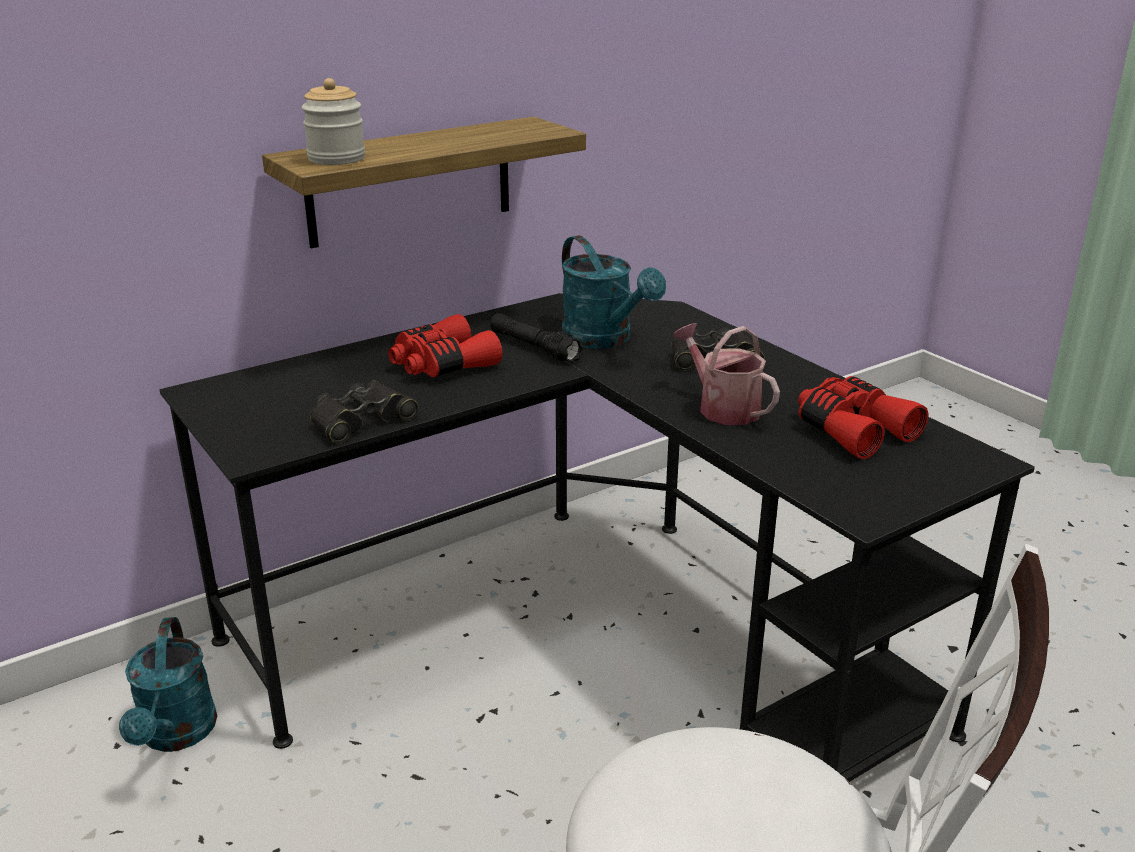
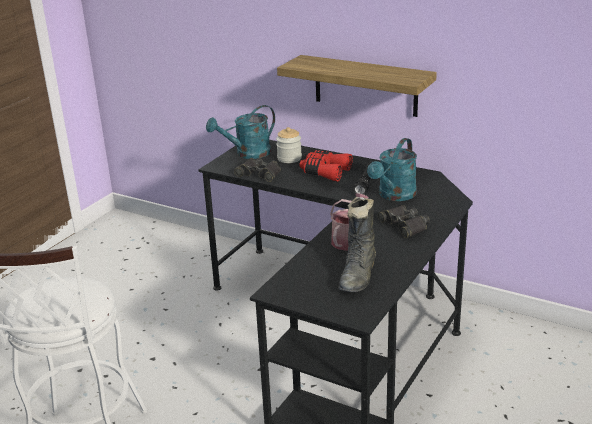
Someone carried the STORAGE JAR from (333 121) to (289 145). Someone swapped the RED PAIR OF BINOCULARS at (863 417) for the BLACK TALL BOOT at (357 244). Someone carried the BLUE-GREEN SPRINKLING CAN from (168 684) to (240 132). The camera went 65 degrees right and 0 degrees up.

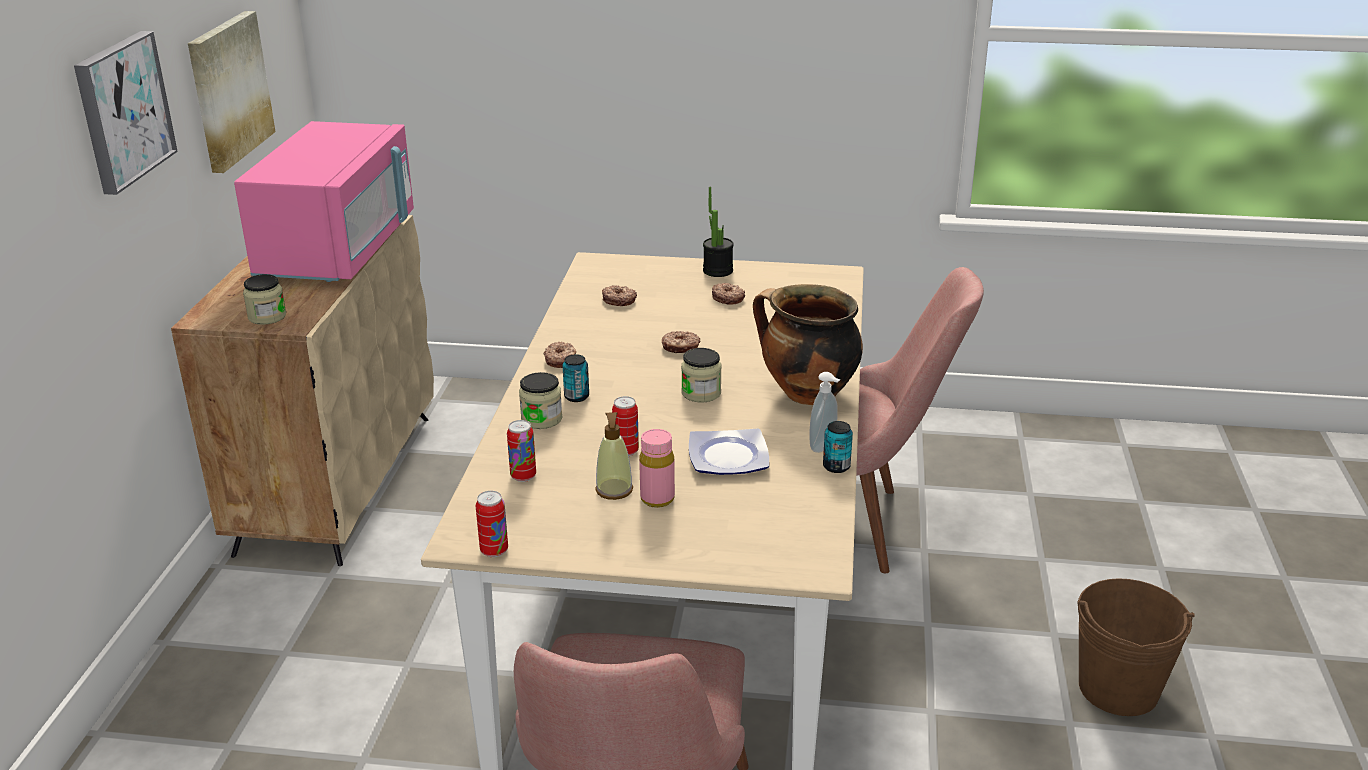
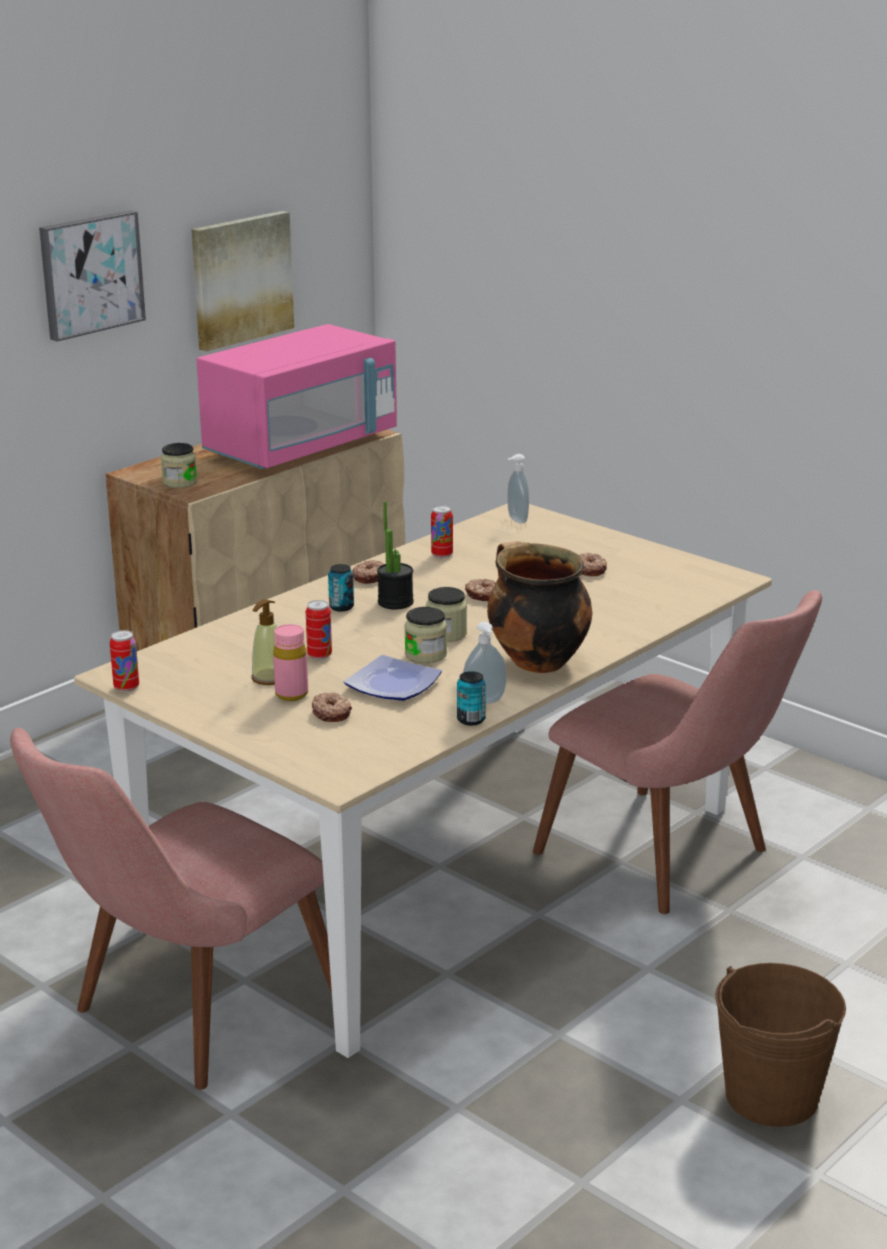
Someone carried the PLANT IN A POT from (718 232) to (395 555). Someone carried the DONUT from (619 295) to (332 707). Someone carried the STORAGE JAR from (540 400) to (425 635). Someone carried the CAN from (521 451) to (442 531). Someone put down the LIQUID SOAP BOTTLE at (518 489). The camera went 35 degrees right and 5 degrees down.

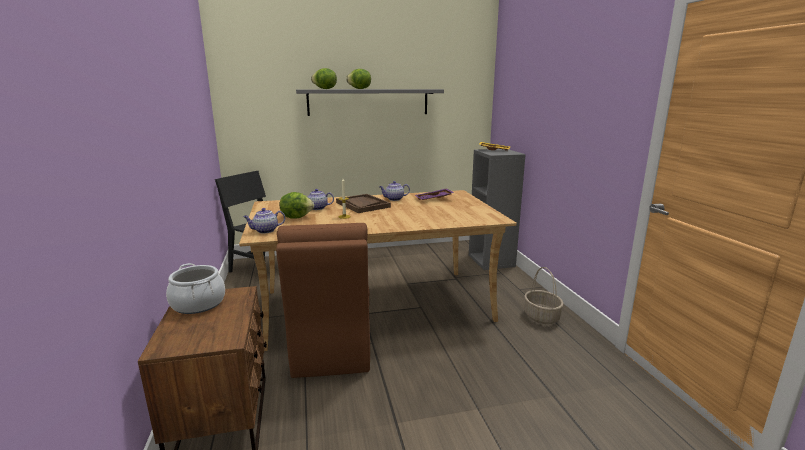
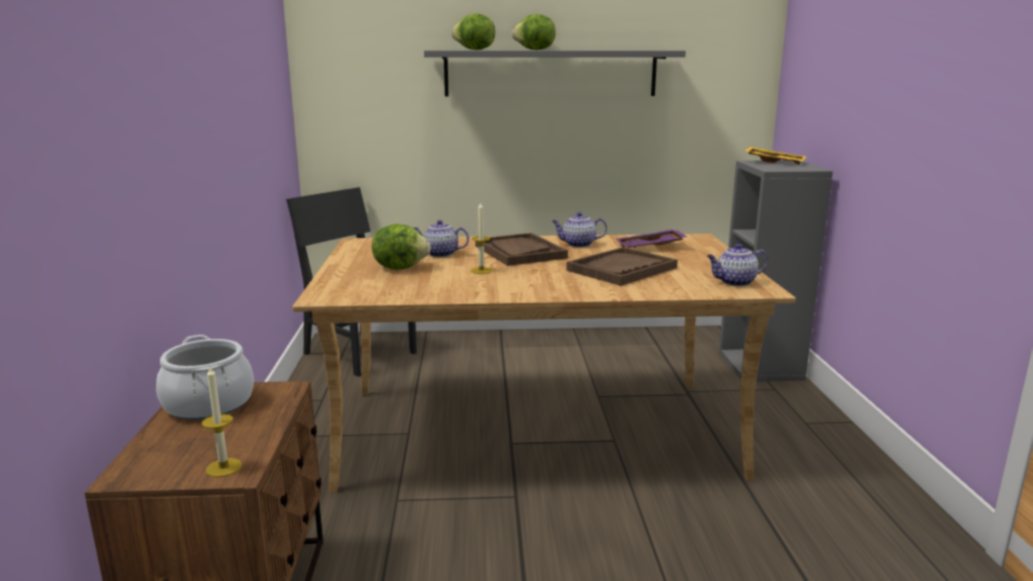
Someone carried the TEA POT from (264 221) to (737 265). Someone took away the BROWNISH PLAIN CHAIR at (323 300). Someone took away the STORAGE BASKET at (544 295). Someone put down the BROWNISH SERVING TRAY at (622 266). Someone put down the WAX CANDLE at (221 422). The camera went 10 degrees right and 0 degrees up.

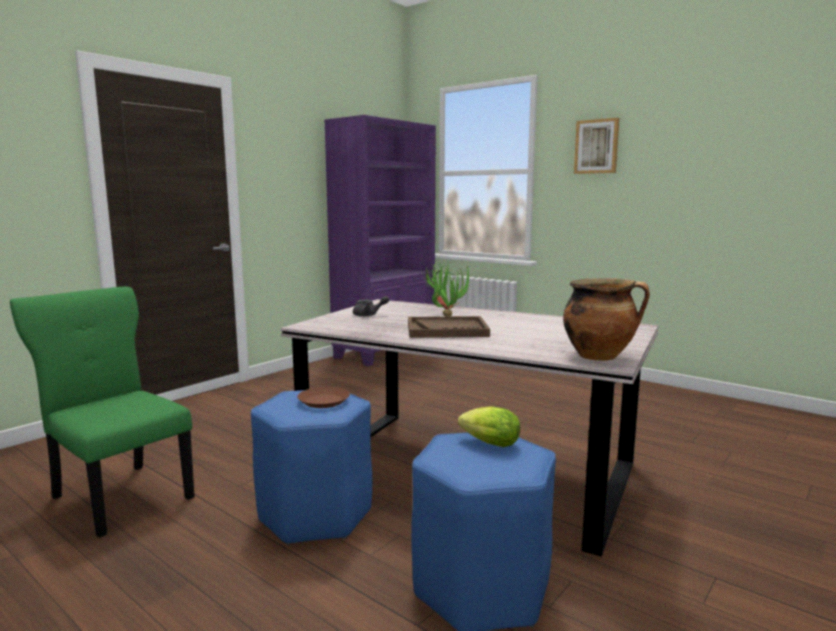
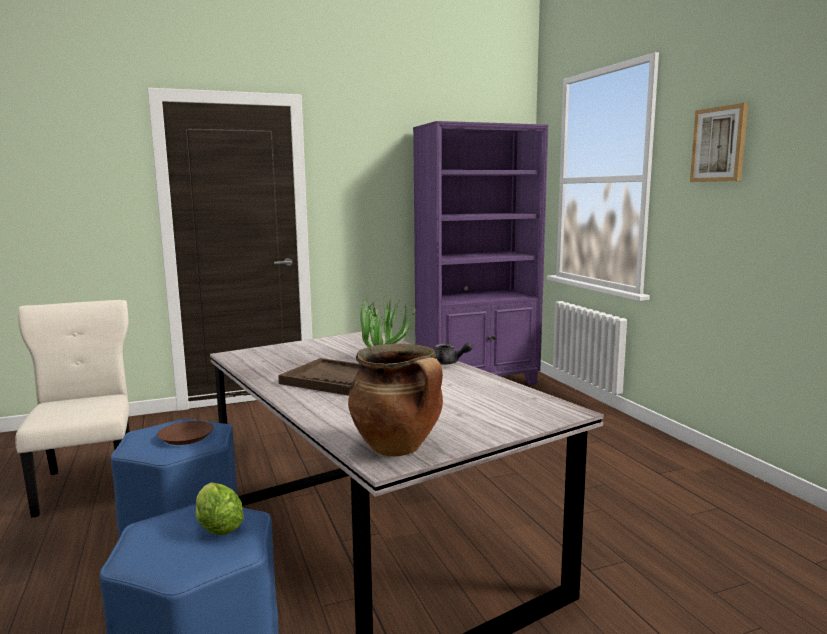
Someone repainted the GREENISH PLAIN CHAIR at (102 412), which became the BEIGE PLAIN CHAIR at (73 409). Someone carried the GREY TEA POT from (371 306) to (453 353). The camera went 30 degrees right and 0 degrees up.

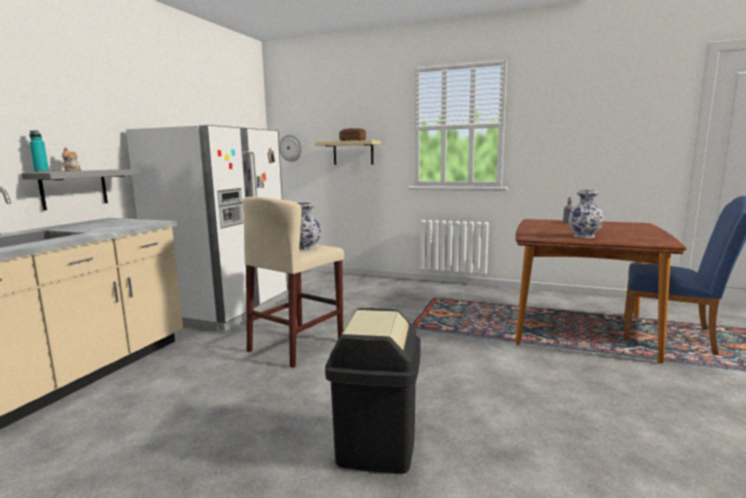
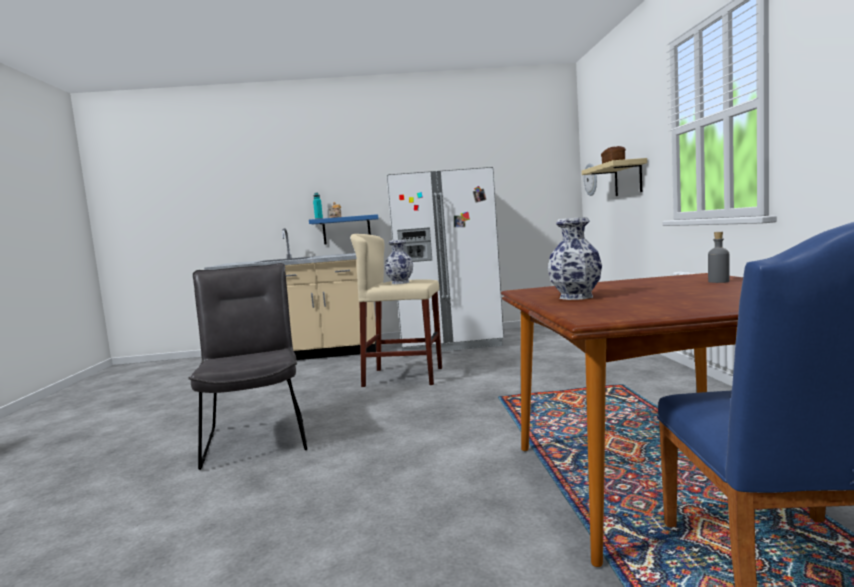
Someone repainted the GREY SHELF at (80 189), which became the BLUE-COLOURED SHELF at (344 229). Someone swapped the BLACK TRASH CAN at (373 391) for the GREY PLAIN CHAIR at (247 366). The camera went 65 degrees right and 5 degrees down.

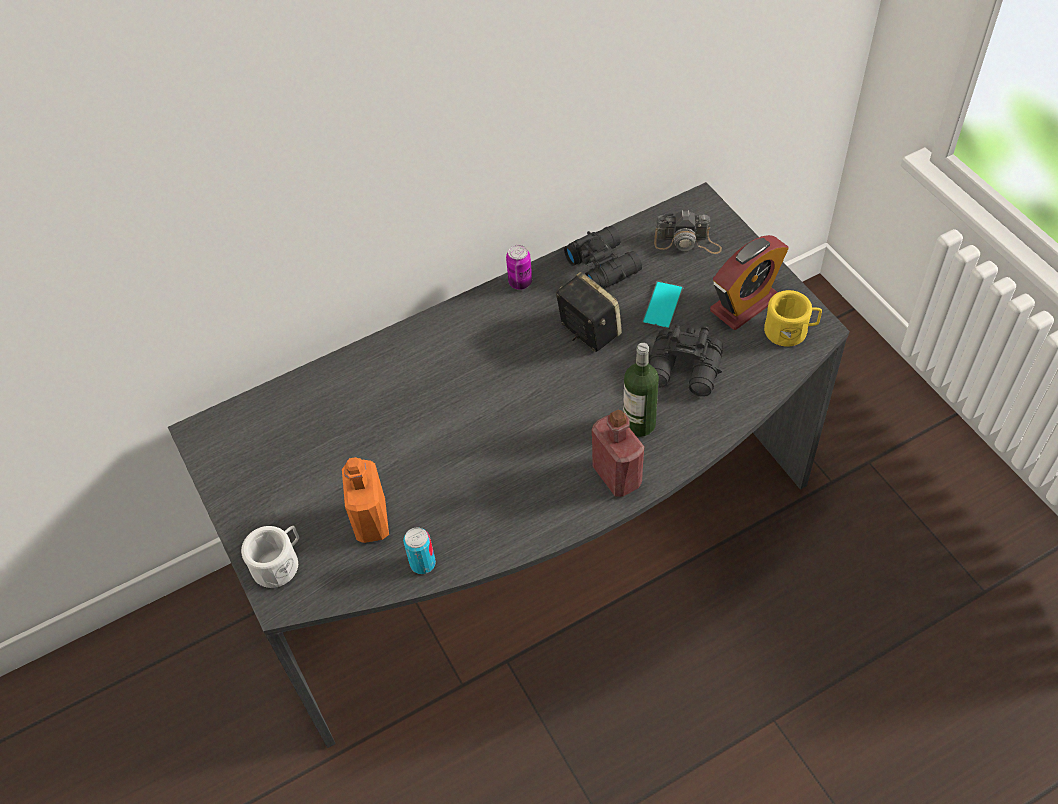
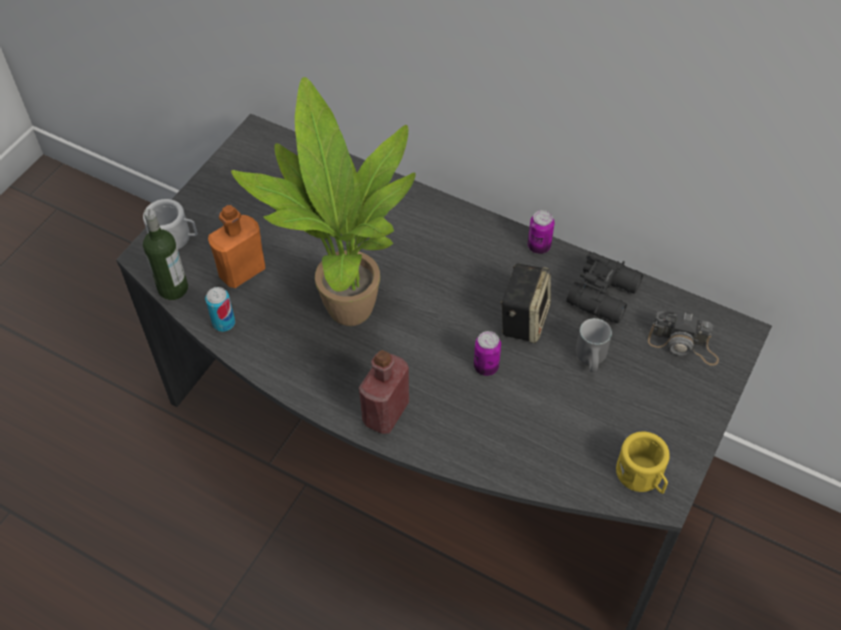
Someone rotated the STILL CAMERA at (688 232) by 45 degrees counterclockwise. Someone took away the TABLE CLOCK at (749 282). Someone swapped the TELEPHONE at (662 304) for the GREY MUG at (594 345). Someone took away the BLACK PAIR OF BINOCULARS at (686 360). Someone carried the BEVERAGE BOTTLE from (641 390) to (165 254). Someone put down the PLANT IN A POT at (323 201). Someone put down the CAN at (487 353). The camera went 55 degrees right and 0 degrees up.

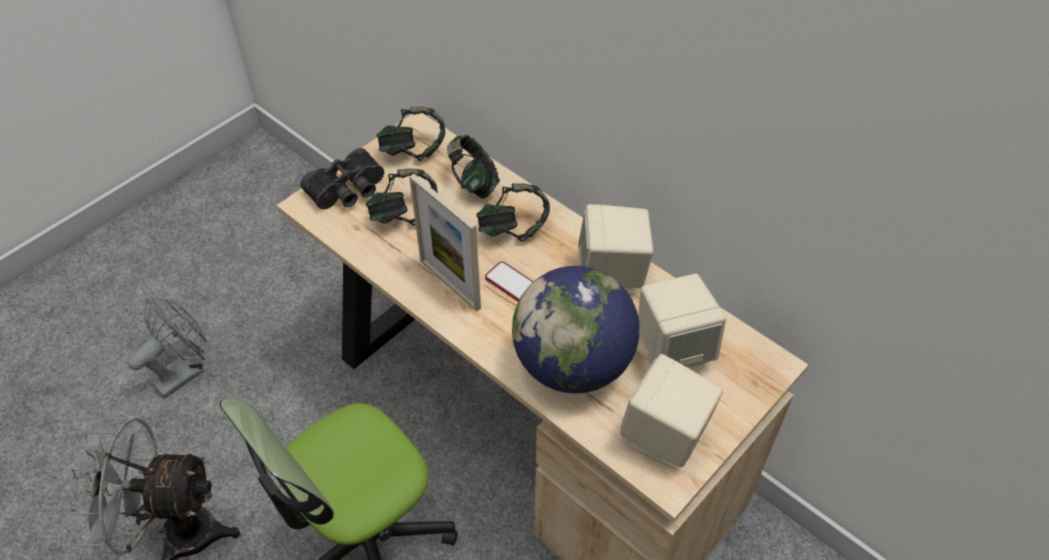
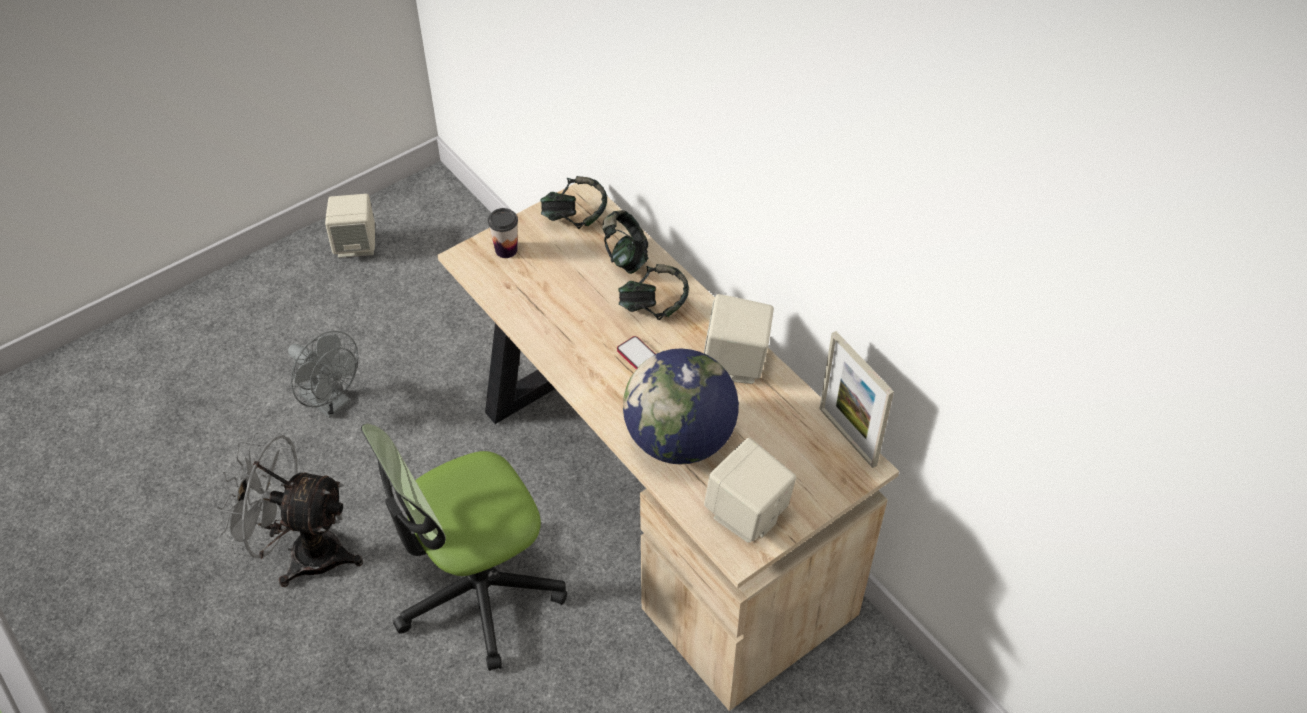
Someone swapped the BLACK PAIR OF BINOCULARS at (342 178) for the CUP at (503 233). Someone took away the HEADPHONES at (402 197). Someone carried the PHOTO FRAME from (445 243) to (857 399). Someone carried the BEIGE AUDIO SPEAKER from (682 321) to (350 226). Someone rotated the GREY COOLING FAN at (167 348) by 75 degrees clockwise. The camera went 10 degrees right and 0 degrees up.

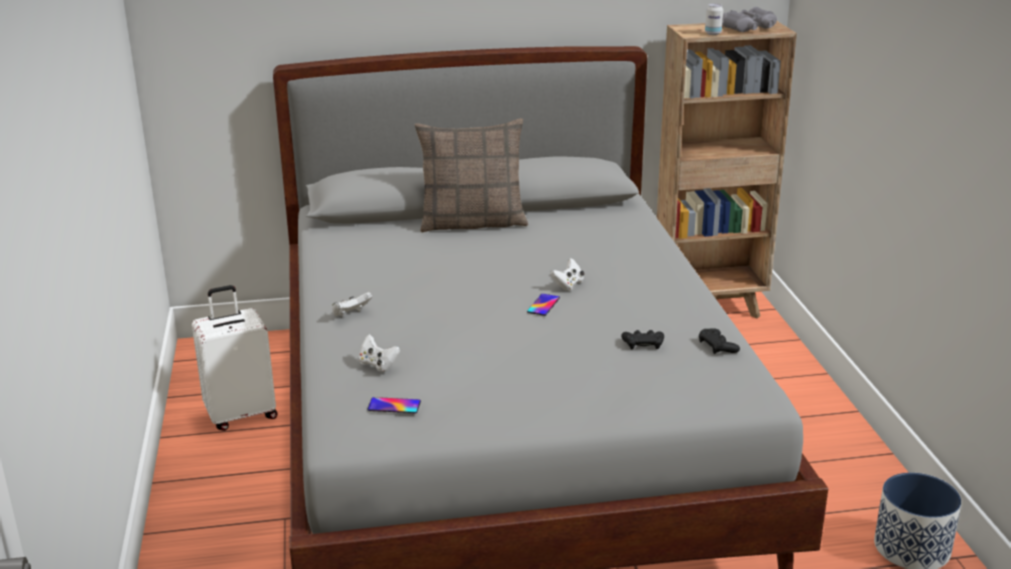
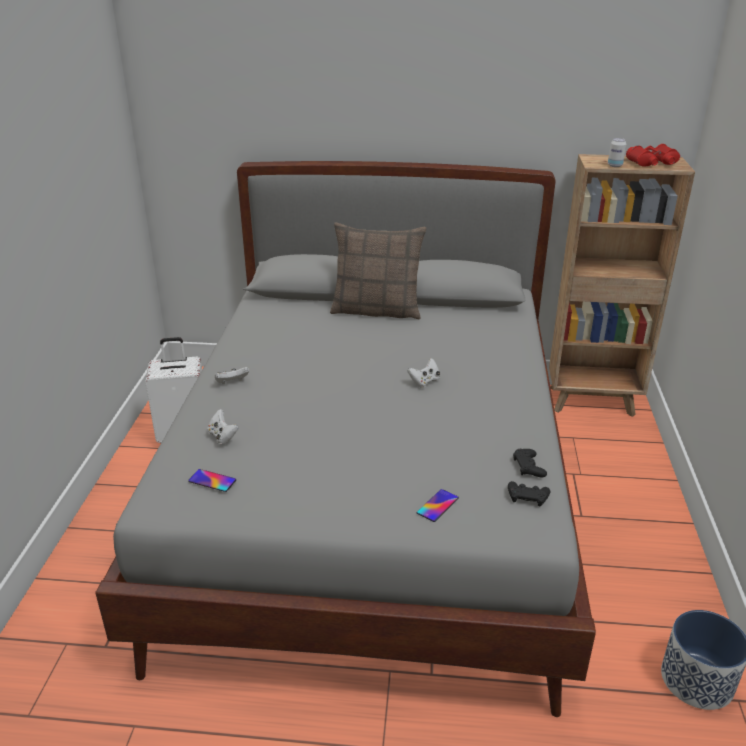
Someone repainted the GREY PAIR OF BINOCULARS at (749 19), which became the RED PAIR OF BINOCULARS at (653 155). Someone carried the TELEPHONE from (543 305) to (438 505). Someone carried the BLACK GAMEPAD from (642 339) to (529 494). The camera went 15 degrees right and 5 degrees up.

